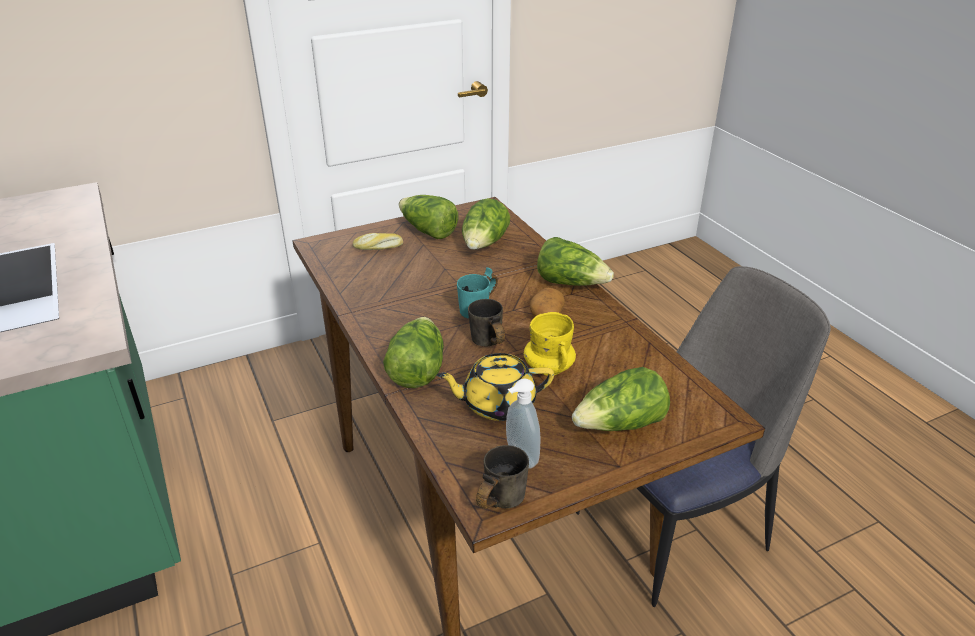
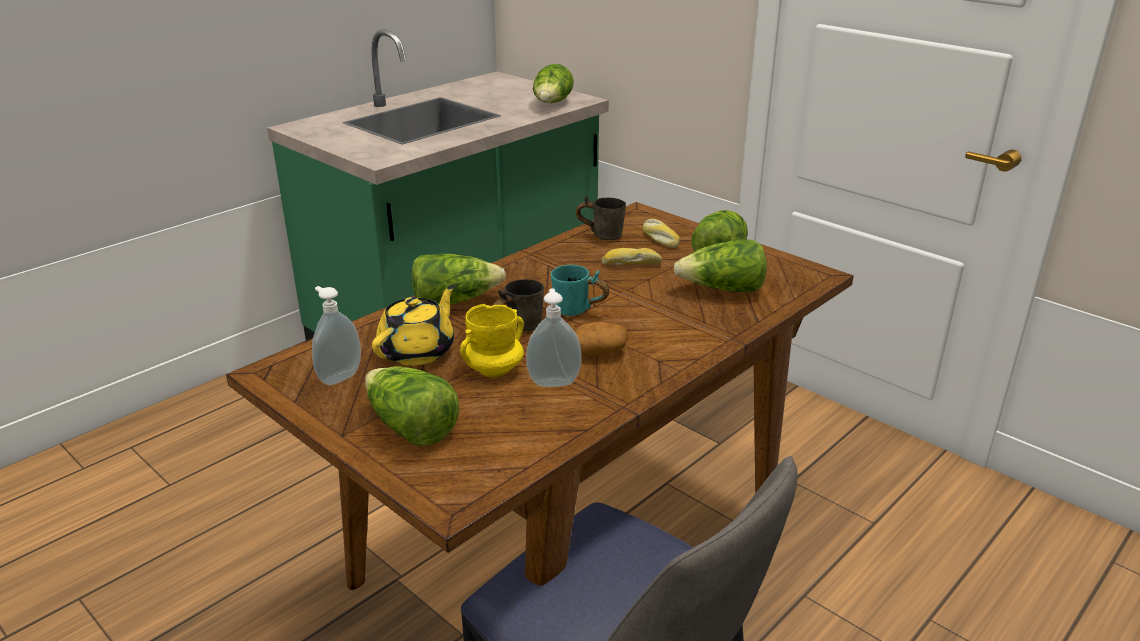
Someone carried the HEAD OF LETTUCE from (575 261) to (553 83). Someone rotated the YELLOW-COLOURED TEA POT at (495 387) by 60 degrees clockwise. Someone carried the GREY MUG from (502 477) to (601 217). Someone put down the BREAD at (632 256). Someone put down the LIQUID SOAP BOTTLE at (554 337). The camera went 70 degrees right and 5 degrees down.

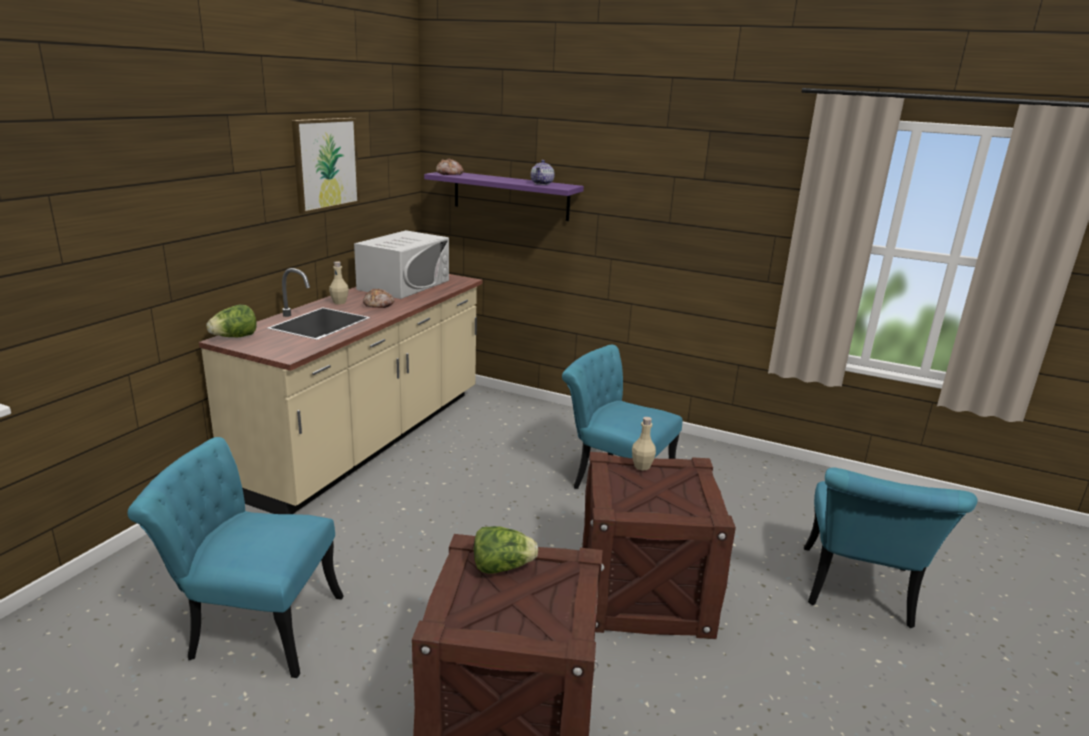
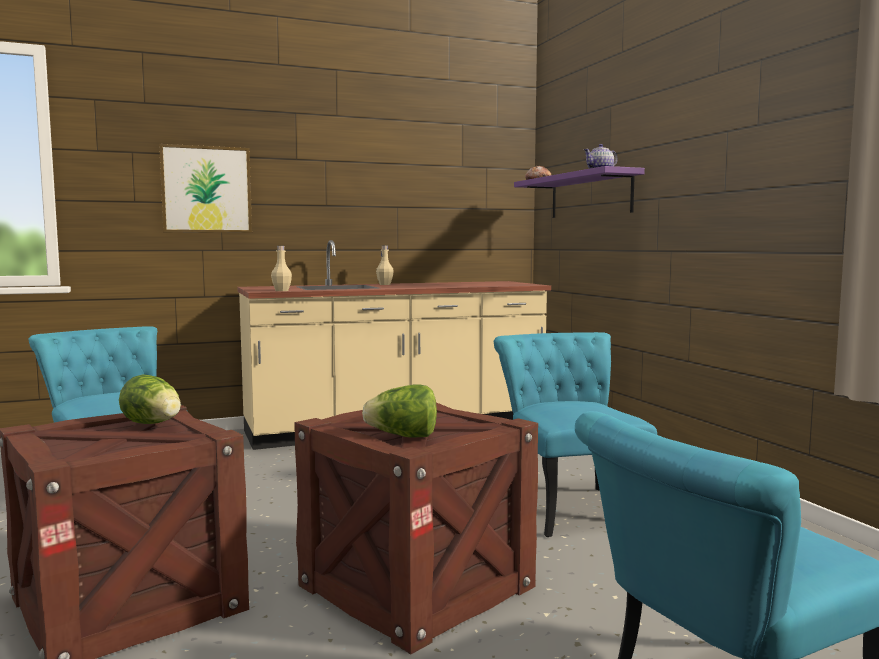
Someone carried the WALL PICTURE from (326 166) to (205 188). Someone took away the WHITE-COLOURED MICROWAVE OVEN at (401 264). Someone took away the BREAD at (378 298). Someone carried the HEAD OF LETTUCE from (231 321) to (399 411). Someone carried the BEIGE BEVERAGE BOTTLE from (644 443) to (281 268). The camera went 45 degrees right and 15 degrees down.

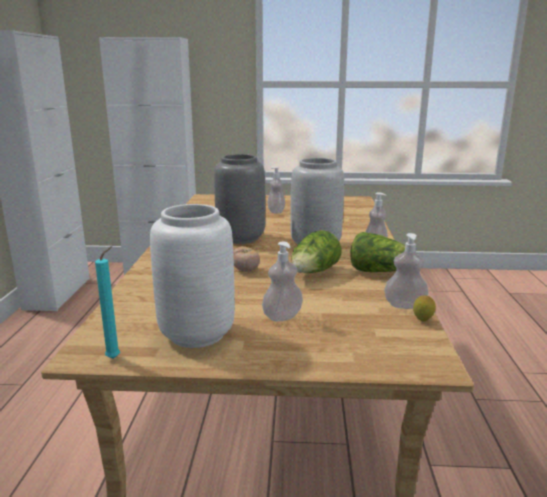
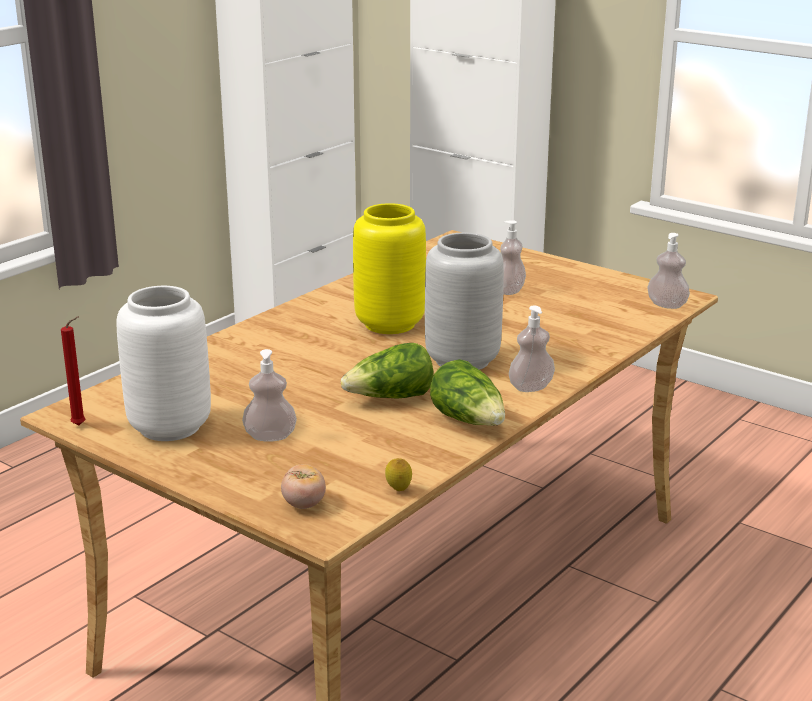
Someone repainted the GREY VASE at (239 199), which became the YELLOW-COLOURED VASE at (389 268). Someone carried the LIQUID SOAP BOTTLE from (406 271) to (668 271). Someone repainted the BLUE-GREEN WAX CANDLE at (107 302), which became the RED WAX CANDLE at (73 371). Someone carried the FRESH TOMATO from (246 259) to (303 486). The camera went 35 degrees right and 5 degrees up.

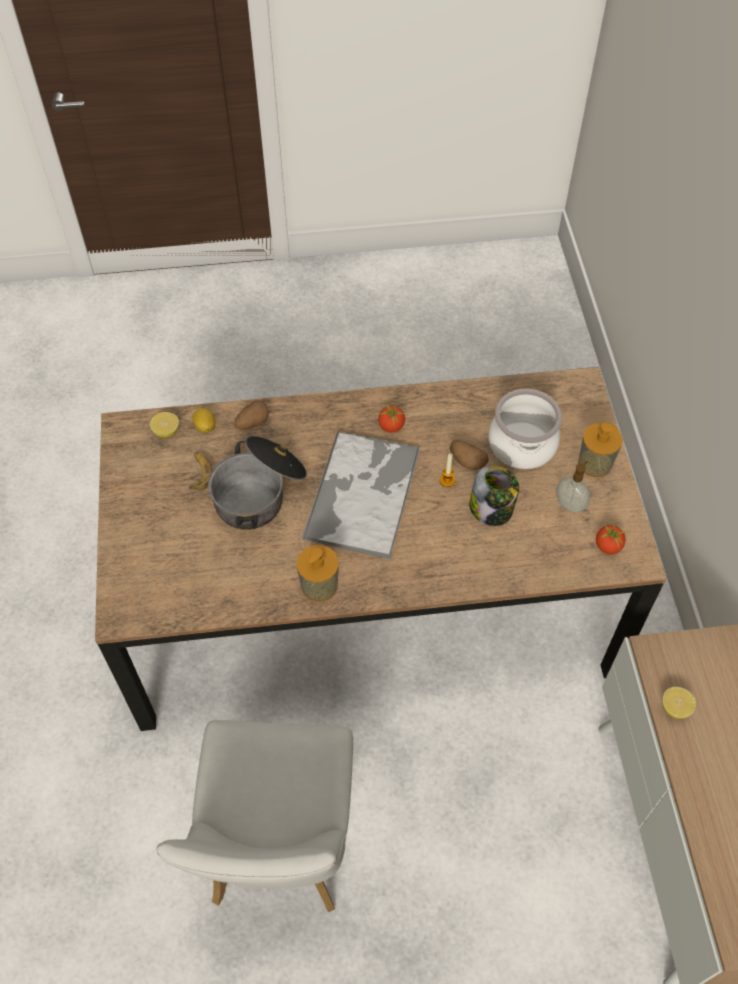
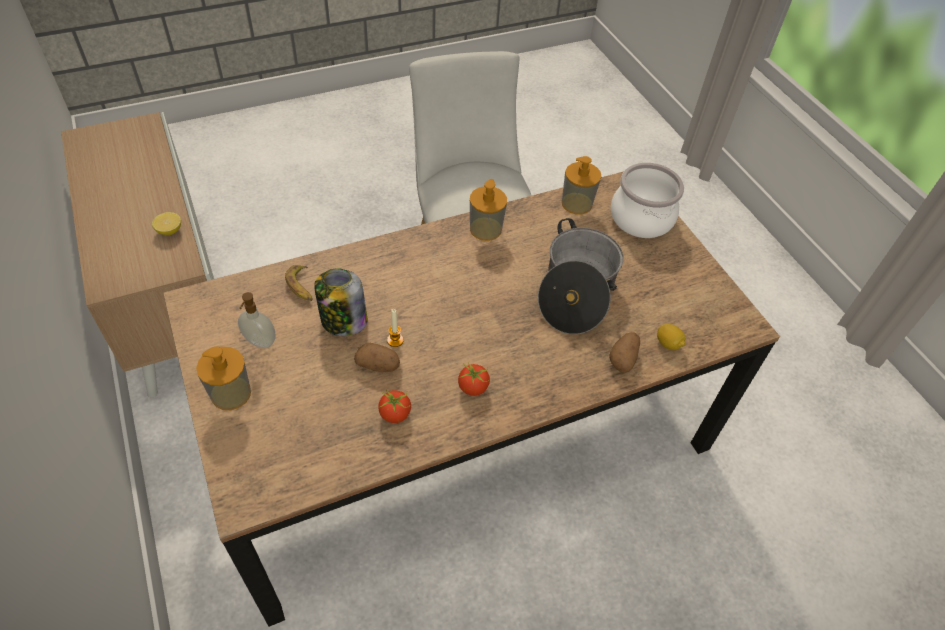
Someone carried the STOCKPOT from (525 429) to (647 200). Someone took away the WHOLE LEMON at (164 425). Someone took away the SERVING TRAY at (361 495). Someone carried the BANANA FRUIT from (200 471) to (299 283). Someone carried the FRESH TOMATO from (611 537) to (394 406). Someone put down the LIQUID SOAP BOTTLE at (582 185). The camera went 160 degrees right and 5 degrees down.

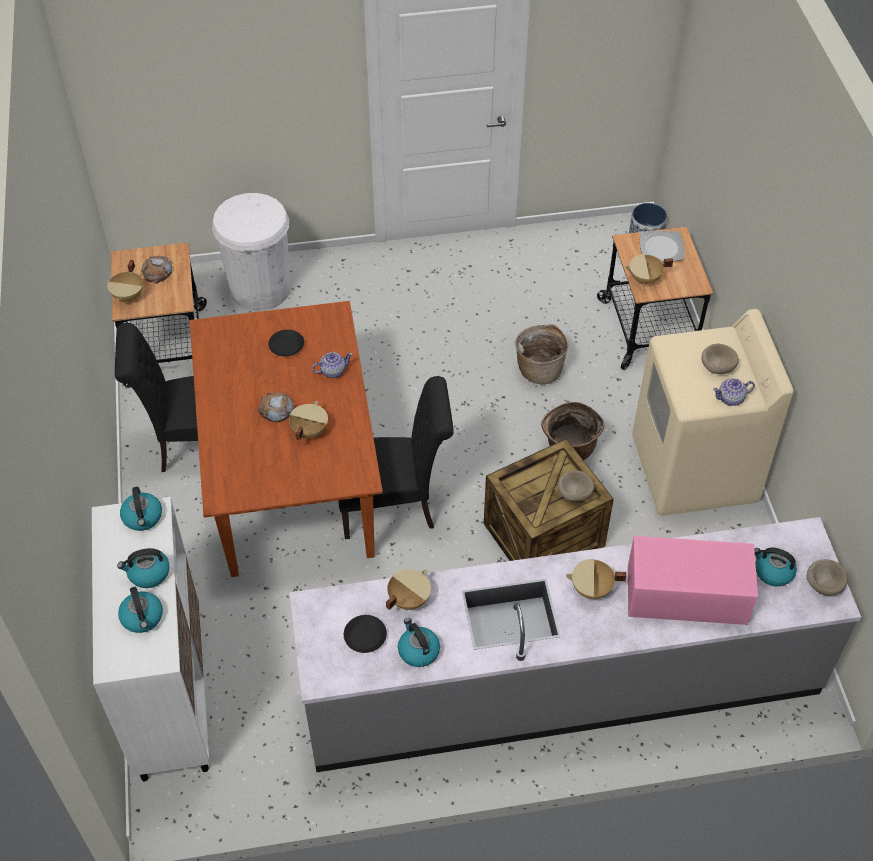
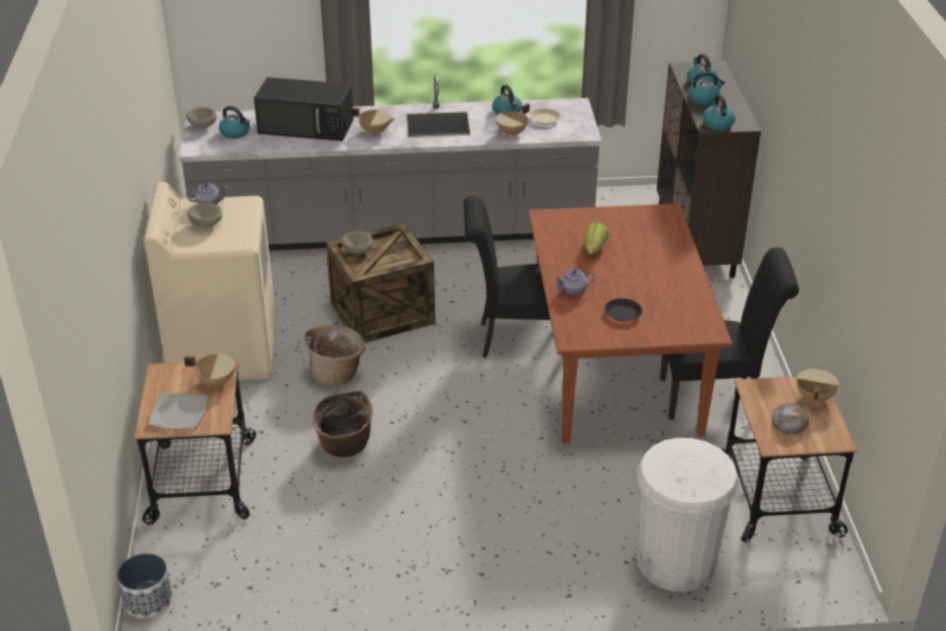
Someone took away the BREAD at (276 407). Someone swapped the BEIGE STOCKPOT at (308 421) for the HEAD OF LETTUCE at (596 238). Someone repainted the WHITE-COLOURED STORAGE CABINET at (151 639), which became the BROWNISH STORAGE CABINET at (709 169). Someone repainted the PINK-COLOURED MICROWAVE OVEN at (693 580), which became the BLACK MICROWAVE OVEN at (304 109). Someone repainted the BLACK DINNER PLATE at (365 634), which became the BEIGE DINNER PLATE at (545 116). The camera went 175 degrees left and 15 degrees down.

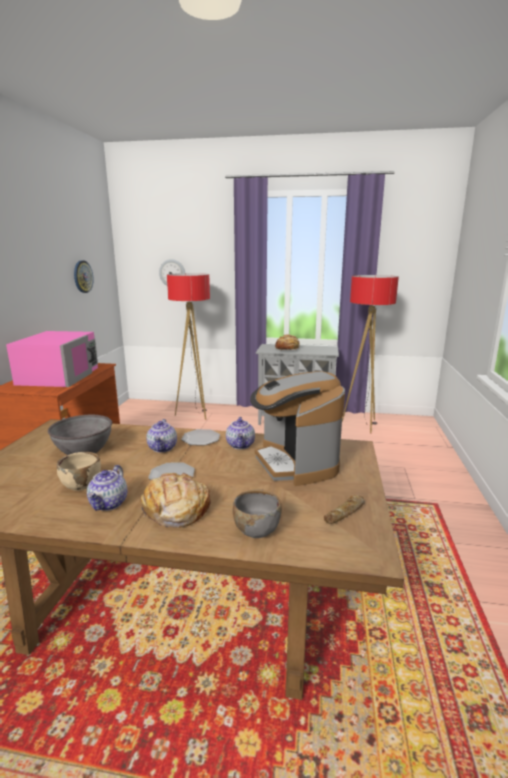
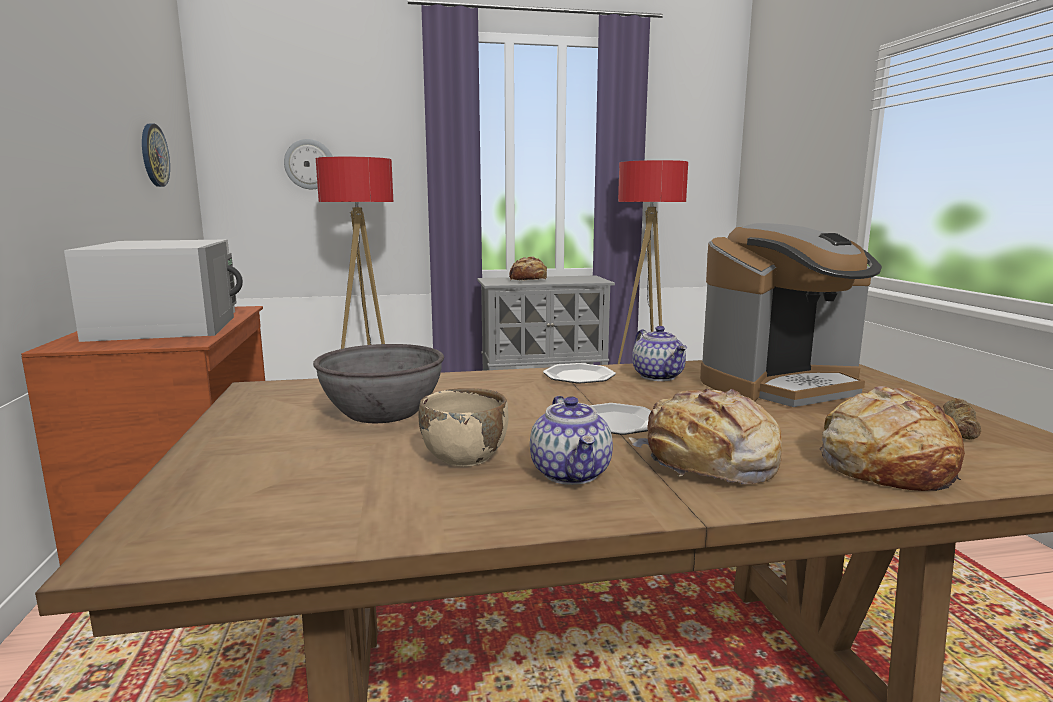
Someone repainted the PINK-COLOURED MICROWAVE OVEN at (52 359), which became the WHITE-COLOURED MICROWAVE OVEN at (153 290). Someone rotated the COFFEE MAKER at (297 428) by 75 degrees counterclockwise. Someone took away the TEA POT at (161 435). Someone swapped the GREY DEEP DISH at (257 513) for the BREAD at (892 438). The camera went 20 degrees left and 5 degrees down.

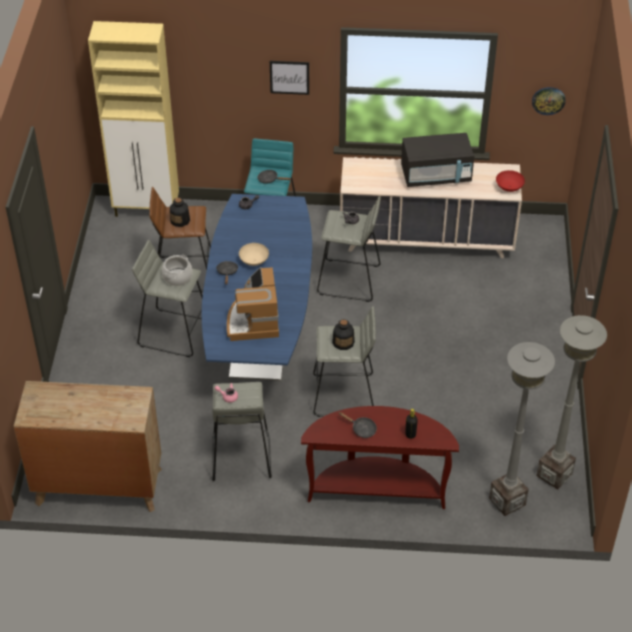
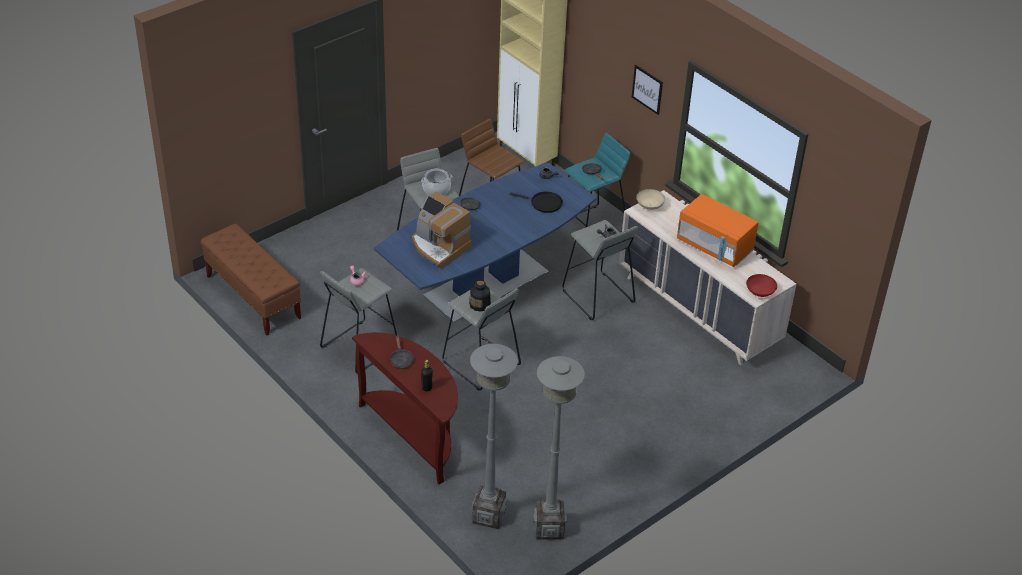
Someone took away the WALL CLOCK at (549 101). Someone repainted the BLACK MICROWAVE OVEN at (437 160), which became the ORANGE MICROWAVE OVEN at (718 230). Someone took away the BEVERAGE BOTTLE at (180 212). Someone carried the BEIGE DEEP DISH from (254 254) to (650 199). Someone rotated the COFFEE MAKER at (253 304) by 90 degrees counterclockwise. Someone swapped the BROWNISH DRAWER CHEST at (88 446) for the BROWNISH BENCH at (251 279). Someone put down the BLACK SKILLET at (536 202). The camera went 45 degrees right and 5 degrees down.

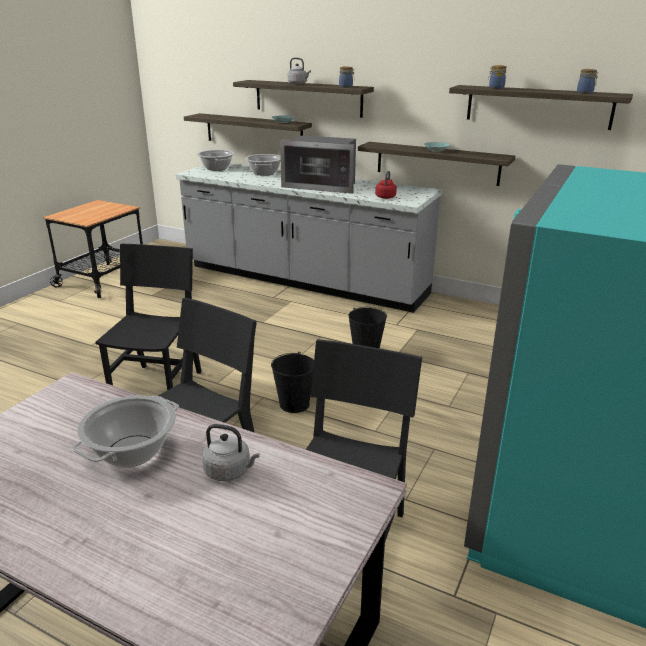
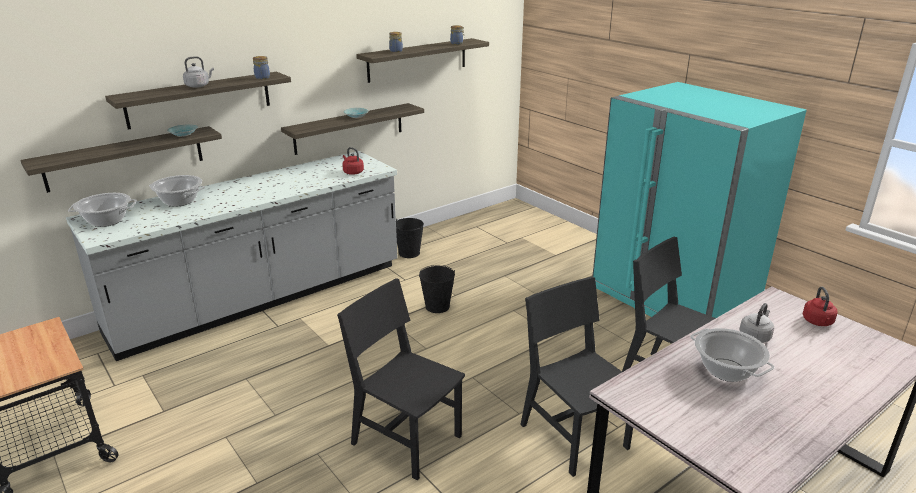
Someone took away the MICROWAVE OVEN at (318 164). Someone carried the BLACK WATER BUCKET from (292 382) to (410 238). Someone put down the RED WATER KETTLE at (820 306). The camera went 65 degrees left and 0 degrees up.

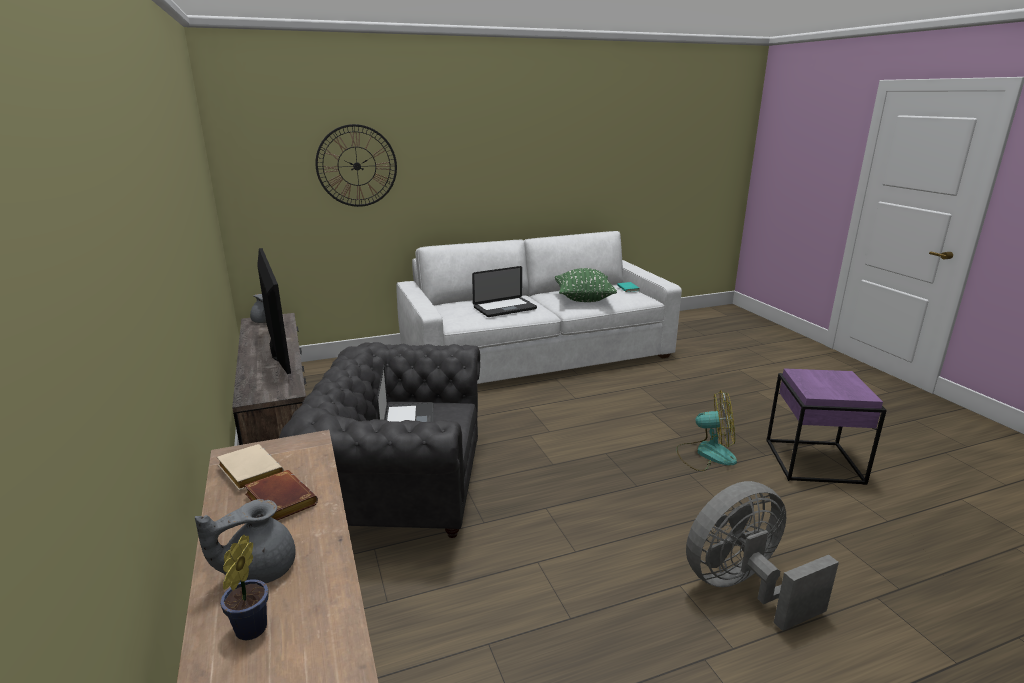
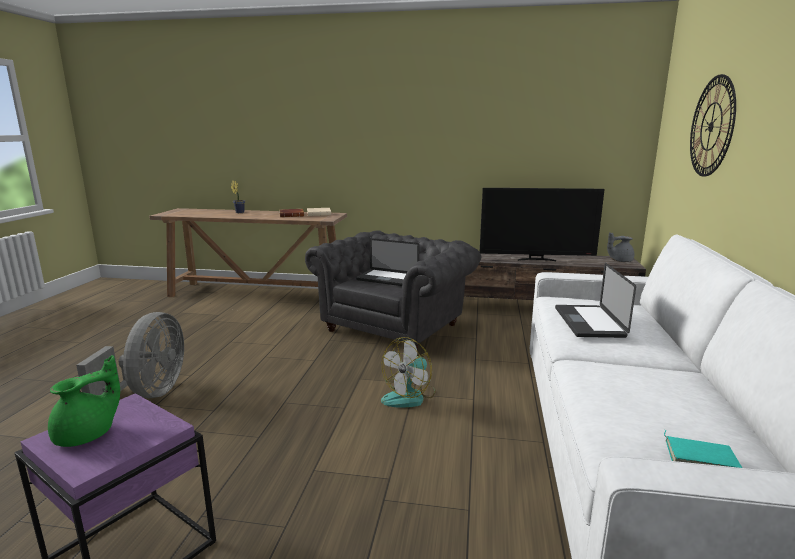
Someone took away the GREENISH CUSHION at (586 285). Someone carried the COOLING FAN from (706 430) to (408 372). Someone took away the GREY TEA POT at (245 541). Someone put down the GREENISH TEA POT at (84 401). The camera went 120 degrees right and 5 degrees down.

